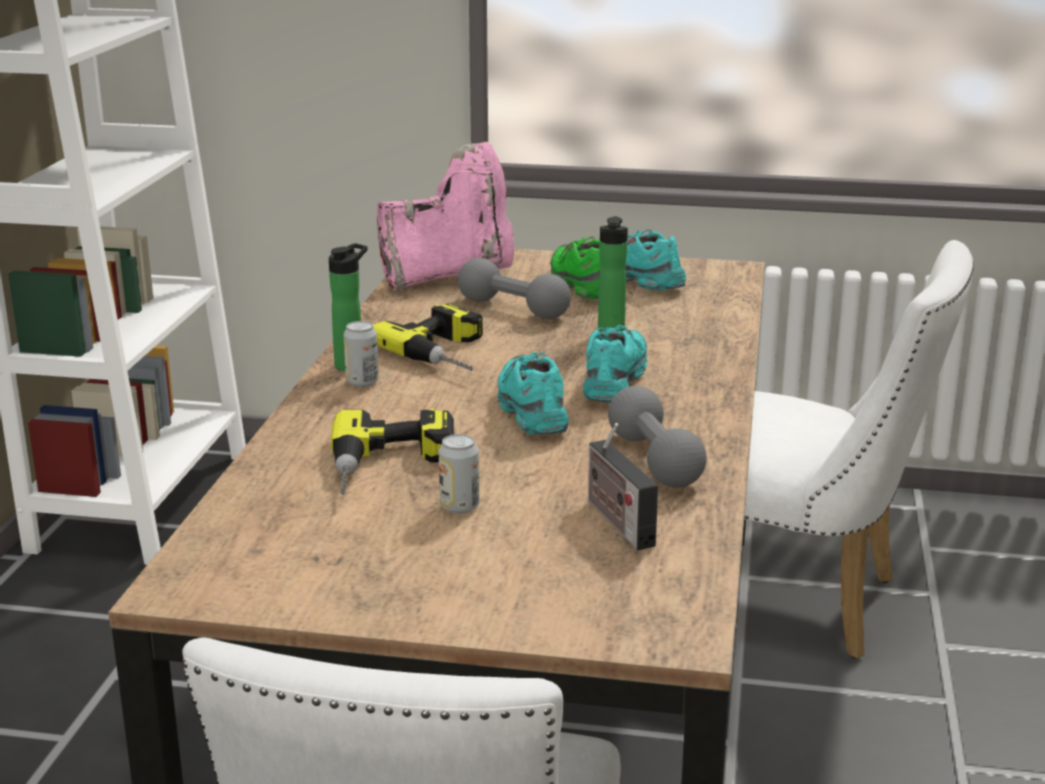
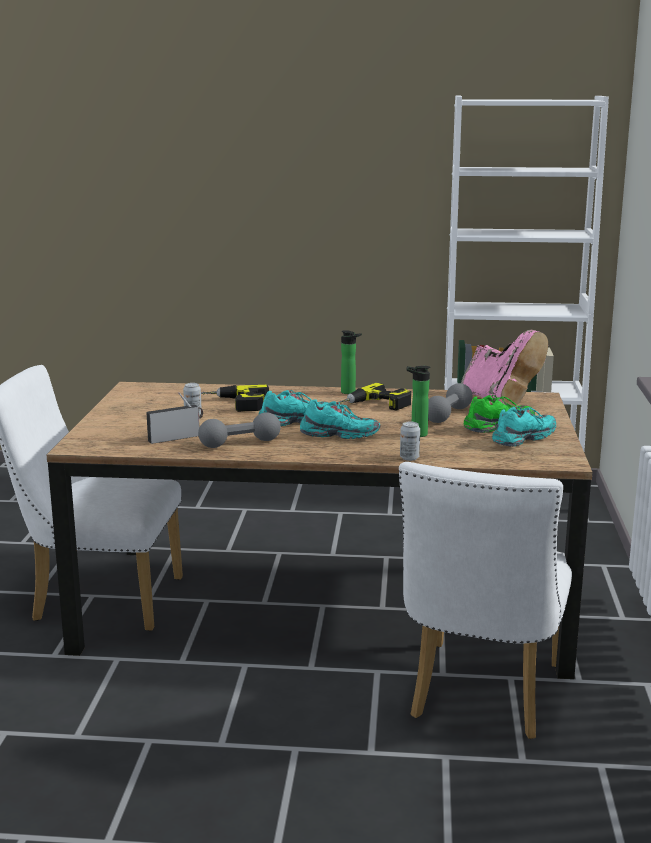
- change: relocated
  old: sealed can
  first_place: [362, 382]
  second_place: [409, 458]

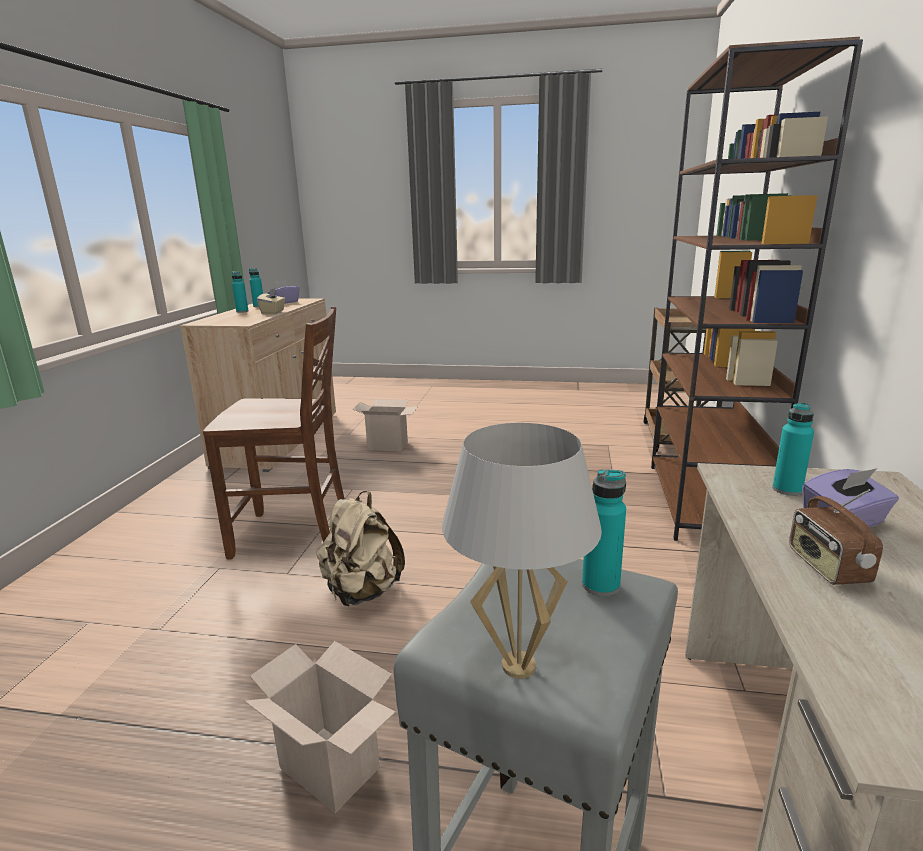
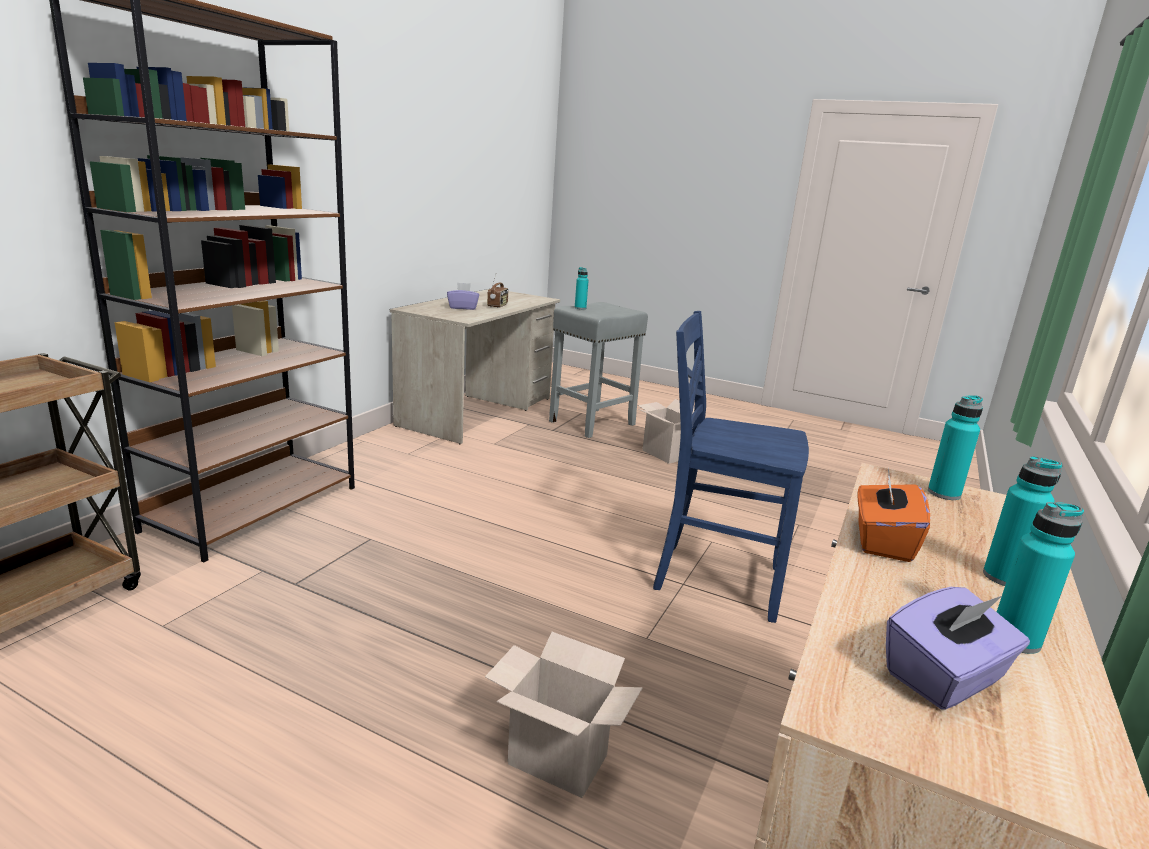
- change: missing
  old: rucksack (beige-coloured)
  first_place: [362, 592]
- change: missing
  old: lamp for a table (whitish)
  first_place: [518, 665]
- change: relocated
  old: drink bottle (turquoise)
  first_place: [787, 490]
  second_place: [943, 493]
- change: colour
  old: chair (brown)
  new: chair (blue)
  first_place: [294, 535]
  second_place: [715, 578]
- change: colour
  old: tissue box (beige-coloured)
  new: tissue box (orange-coloured)
  first_place: [273, 312]
  second_place: [882, 541]

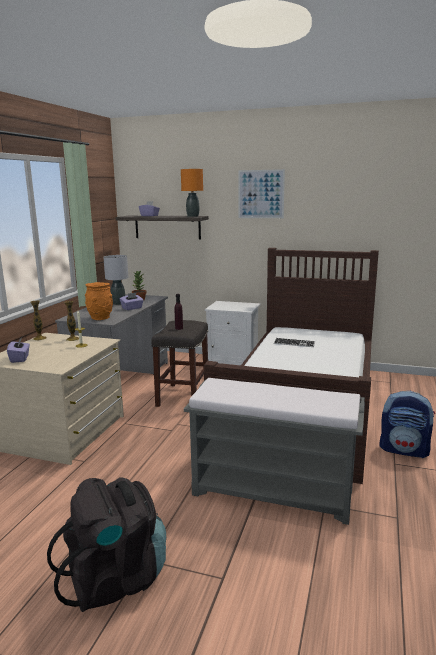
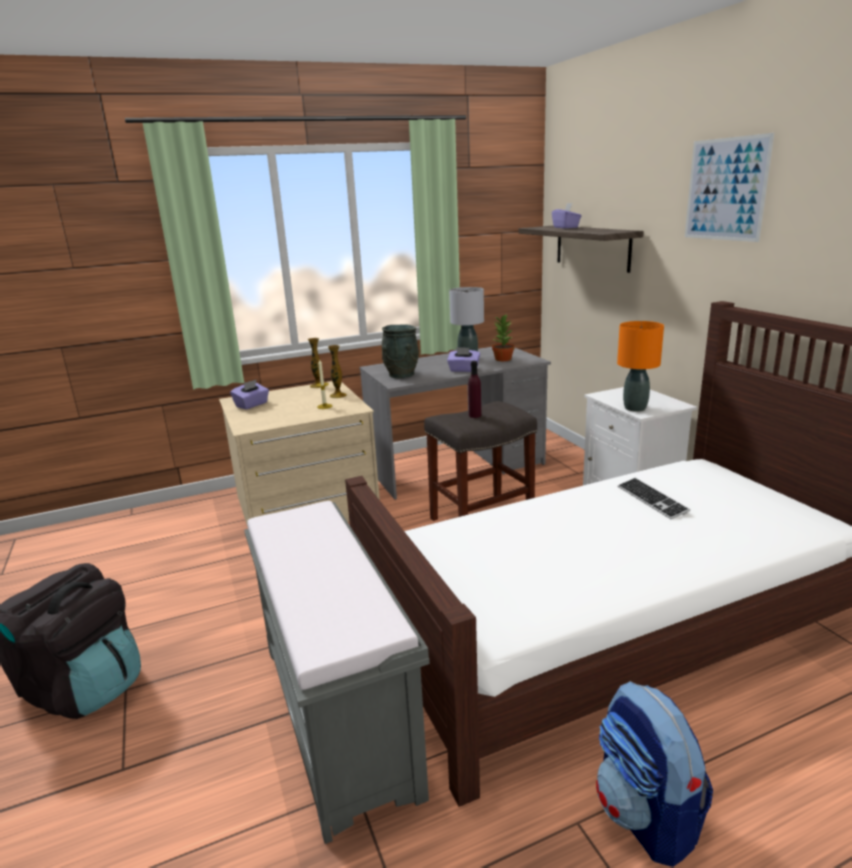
- change: relocated
  old: lamp for a table (orange-coloured)
  first_place: [192, 216]
  second_place: [634, 408]
- change: colour
  old: decorative vase (orange-coloured)
  new: decorative vase (grey)
  first_place: [100, 317]
  second_place: [401, 375]

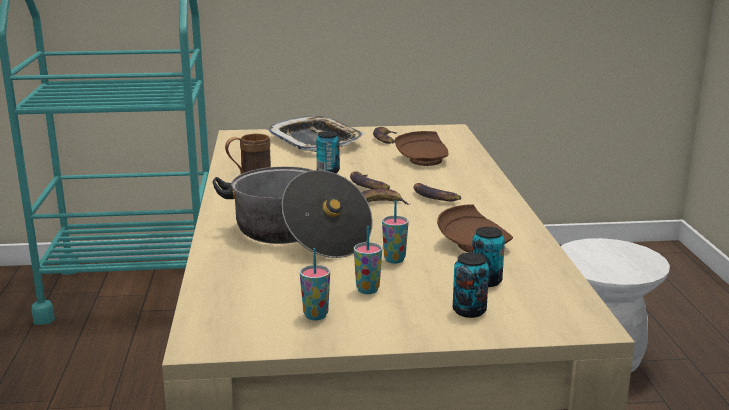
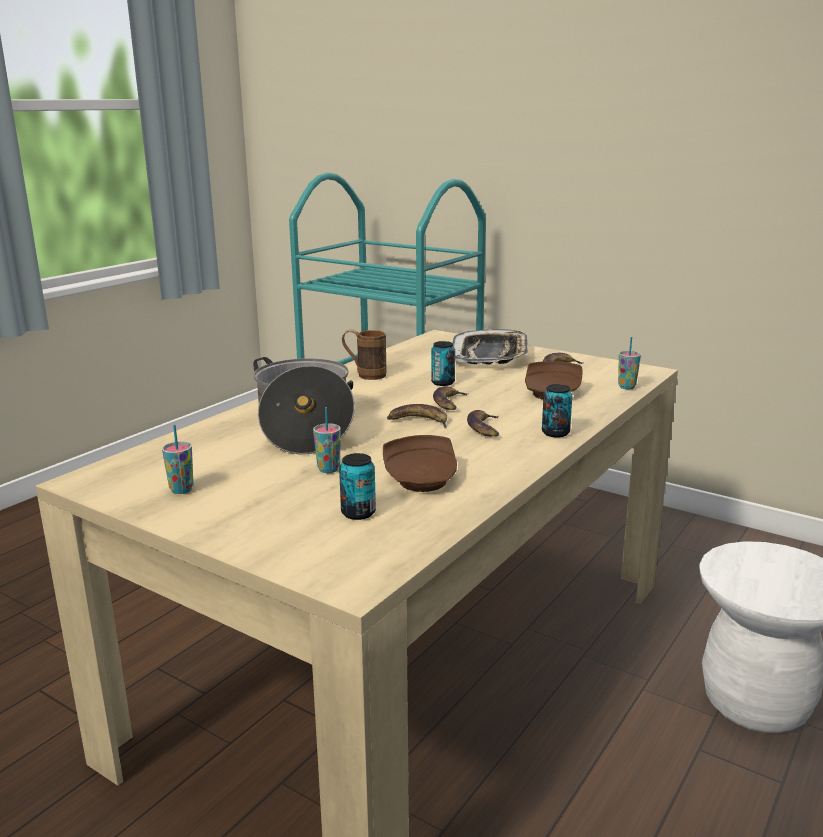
- change: relocated
  old: small cup
  first_place: [367, 290]
  second_place: [626, 387]
- change: relocated
  old: sealed can
  first_place: [469, 311]
  second_place: [555, 433]

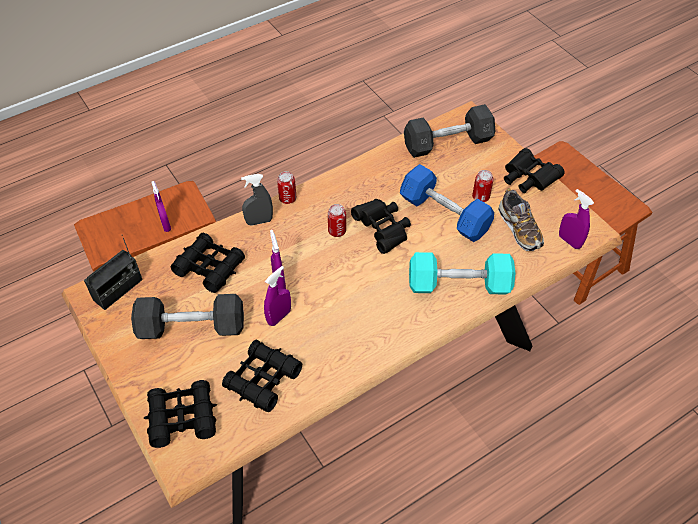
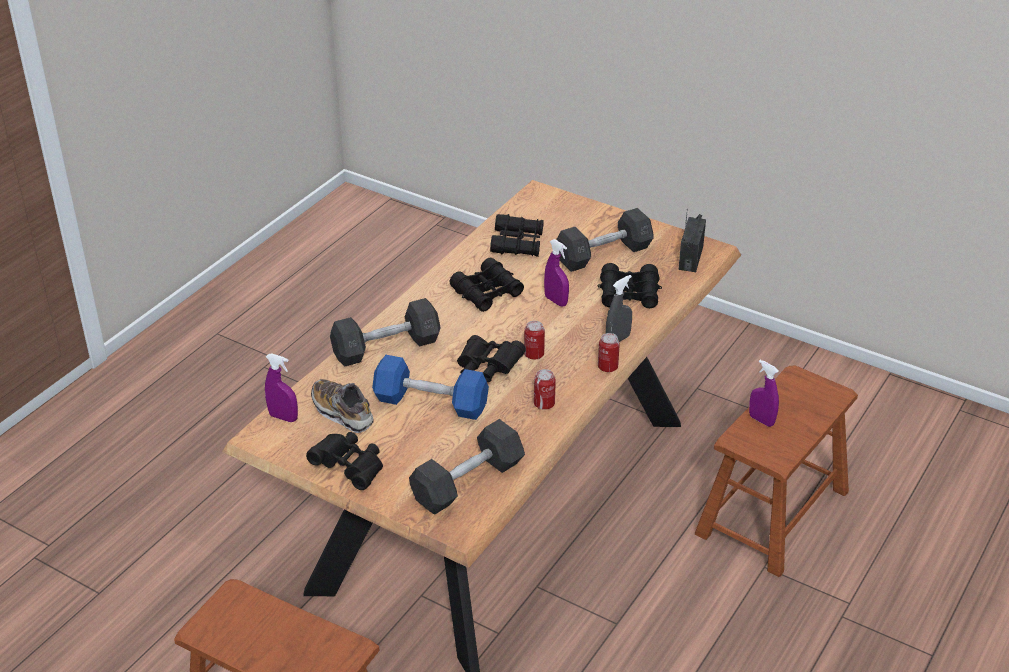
- change: missing
  old: spray bottle (purple-coloured)
  first_place: [279, 317]
- change: relocated
  old: field glasses (black)
  first_place: [182, 417]
  second_place: [487, 292]
- change: relocated
  old: sealed can
  first_place: [480, 197]
  second_place: [544, 404]
- change: colour
  old: free weight (turquoise)
  new: free weight (grey)
  first_place: [459, 284]
  second_place: [386, 347]

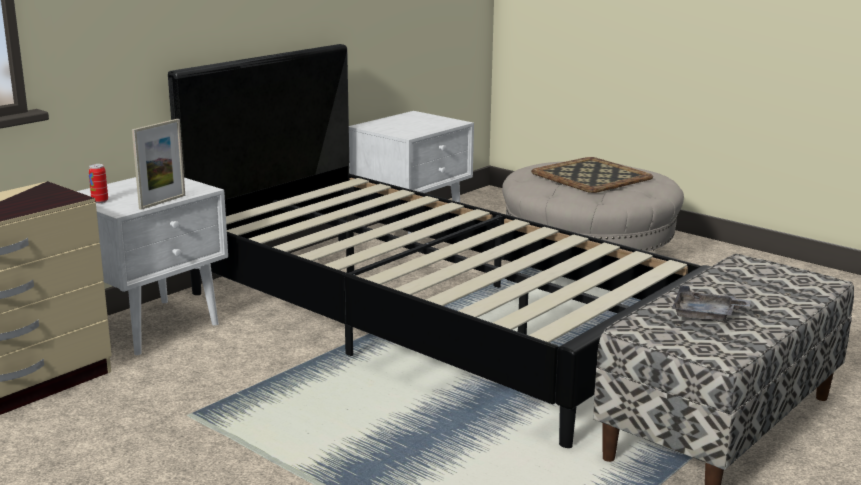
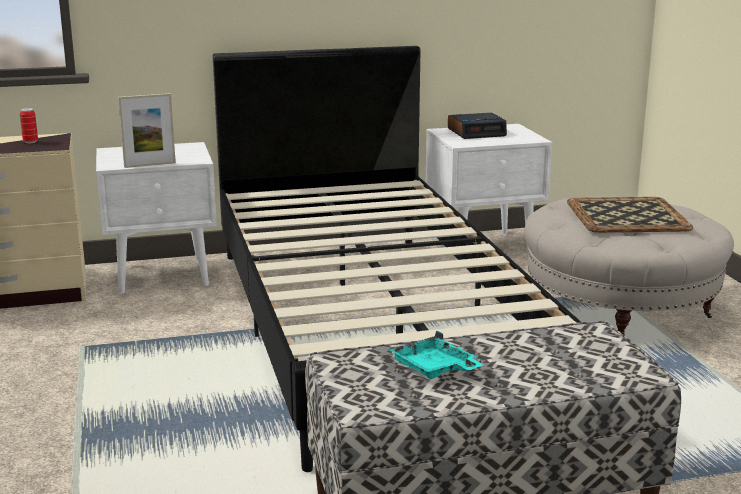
- change: appeared
  new: table clock
  second_place: [477, 132]
- change: relocated
  old: sealed can
  first_place: [100, 201]
  second_place: [30, 142]
- change: colour
  old: tray (grey)
  new: tray (turquoise)
  first_place: [706, 315]
  second_place: [434, 369]

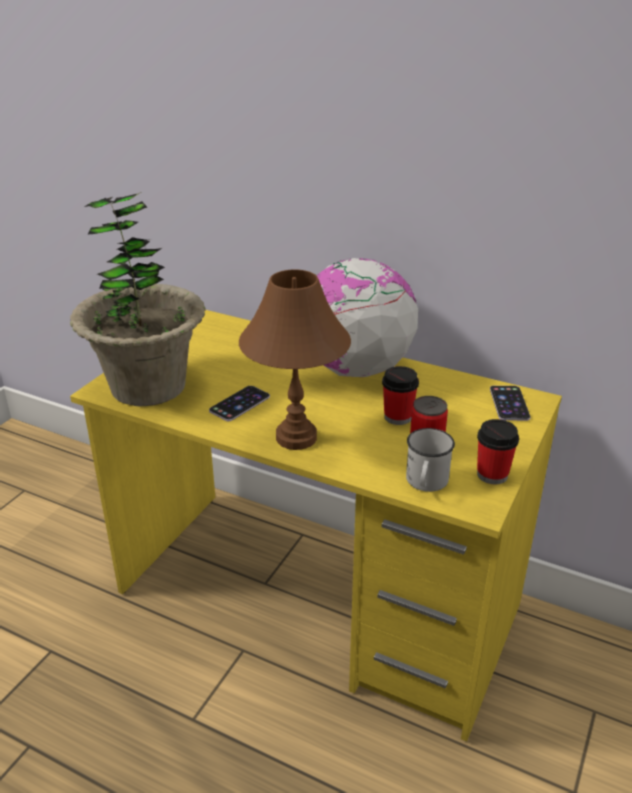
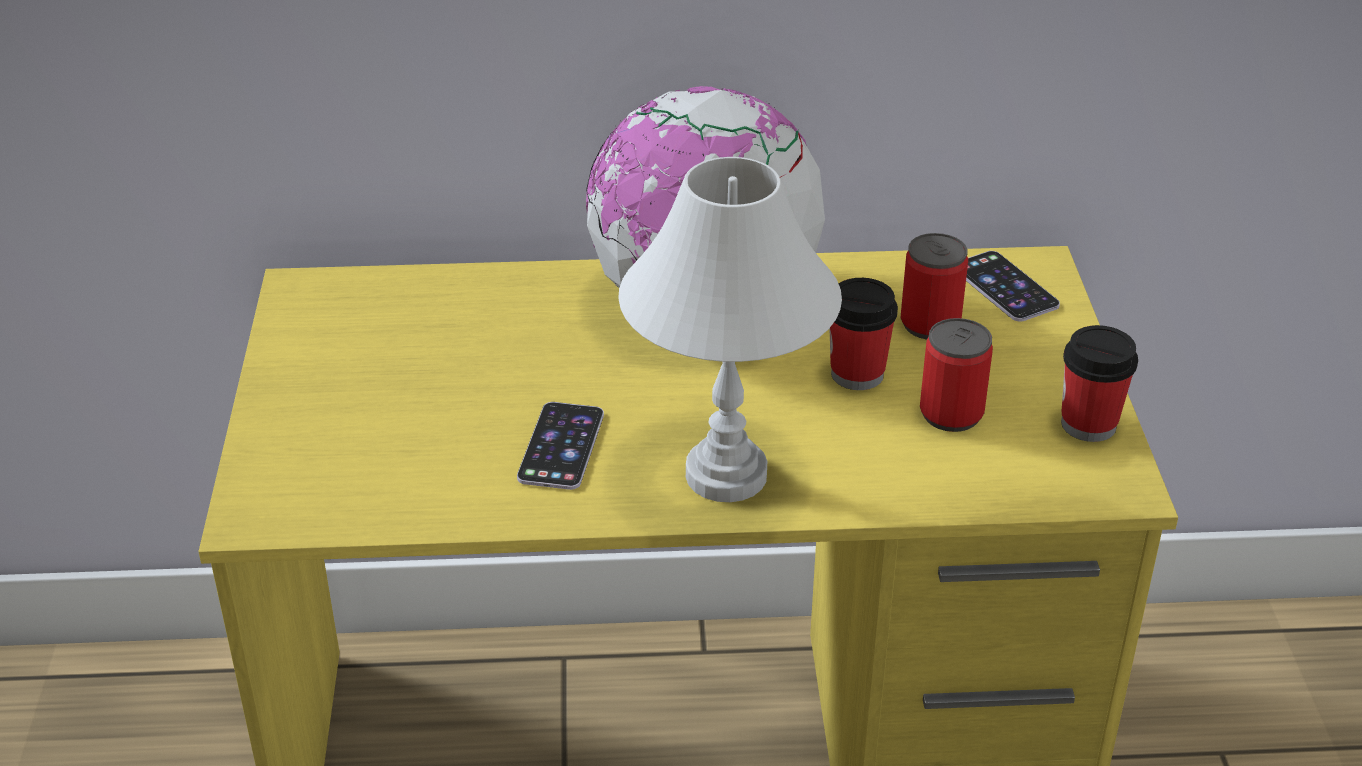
- change: missing
  old: houseplant
  first_place: [148, 386]
- change: missing
  old: coffee mug (whitish)
  first_place: [425, 483]
- change: appeared
  new: sealed can
  second_place: [930, 324]
- change: colour
  old: lamp for a table (brown)
  new: lamp for a table (whitish)
  first_place: [297, 437]
  second_place: [727, 474]

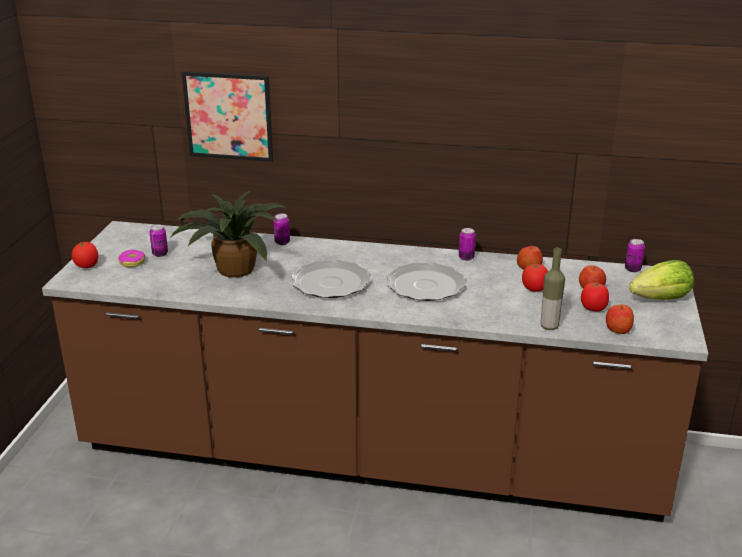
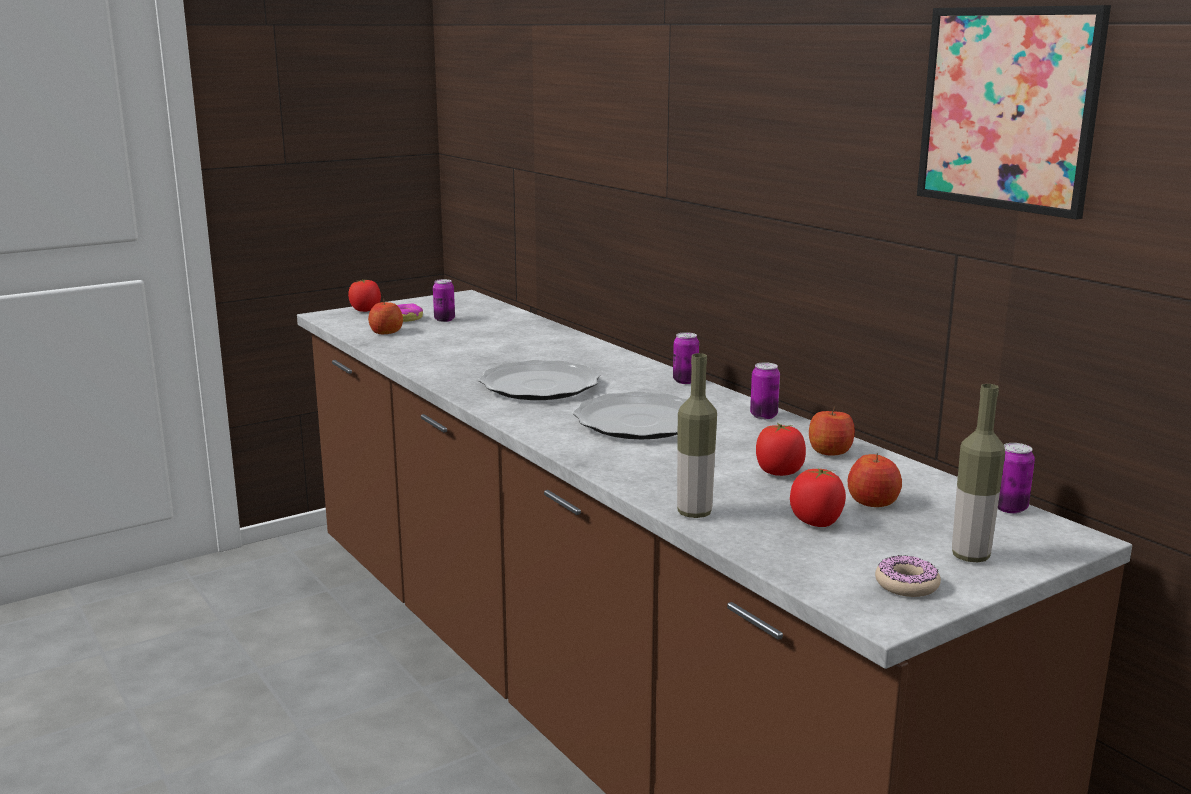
- change: missing
  old: houseplant
  first_place: [232, 269]
- change: appeared
  new: donut
  second_place: [906, 585]
- change: relocated
  old: wall picture
  first_place: [228, 116]
  second_place: [1007, 109]
- change: relocated
  old: sealed can
  first_place: [282, 242]
  second_place: [685, 381]
- change: relocated
  old: whole apple
  first_place: [618, 329]
  second_place: [386, 332]
- change: exchanged
  old: lettuce
  new: drink bottle
  first_place: [661, 299]
  second_place: [970, 556]

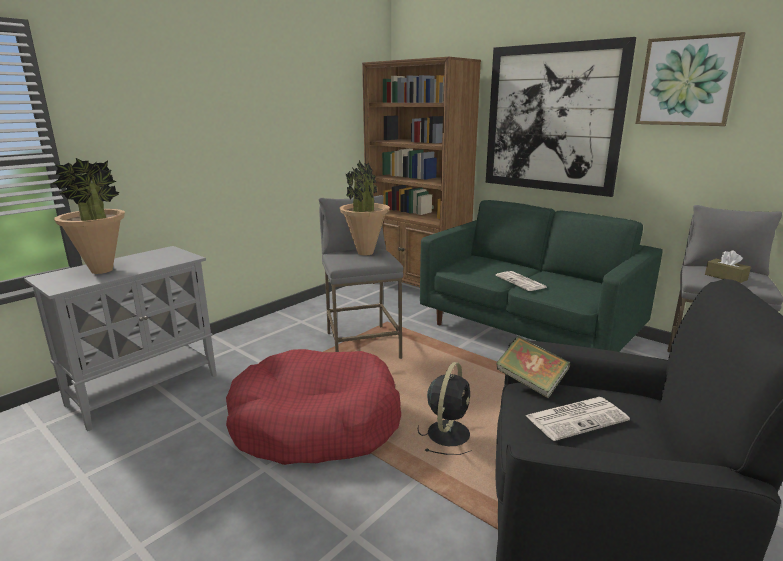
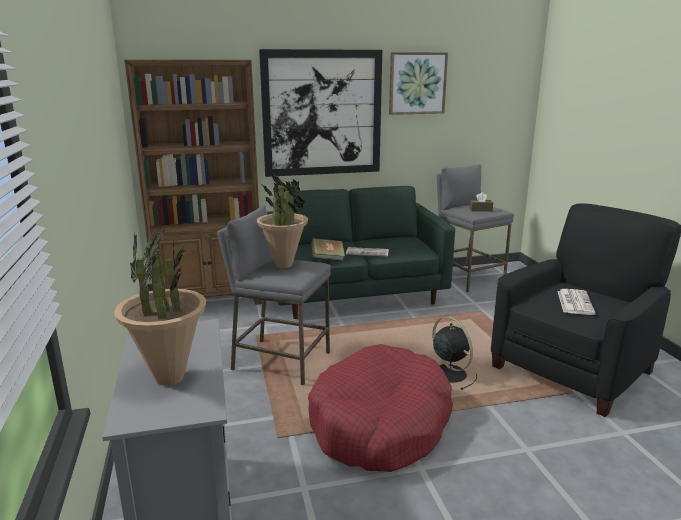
- change: relocated
  old: bound book
  first_place: [530, 383]
  second_place: [328, 259]

